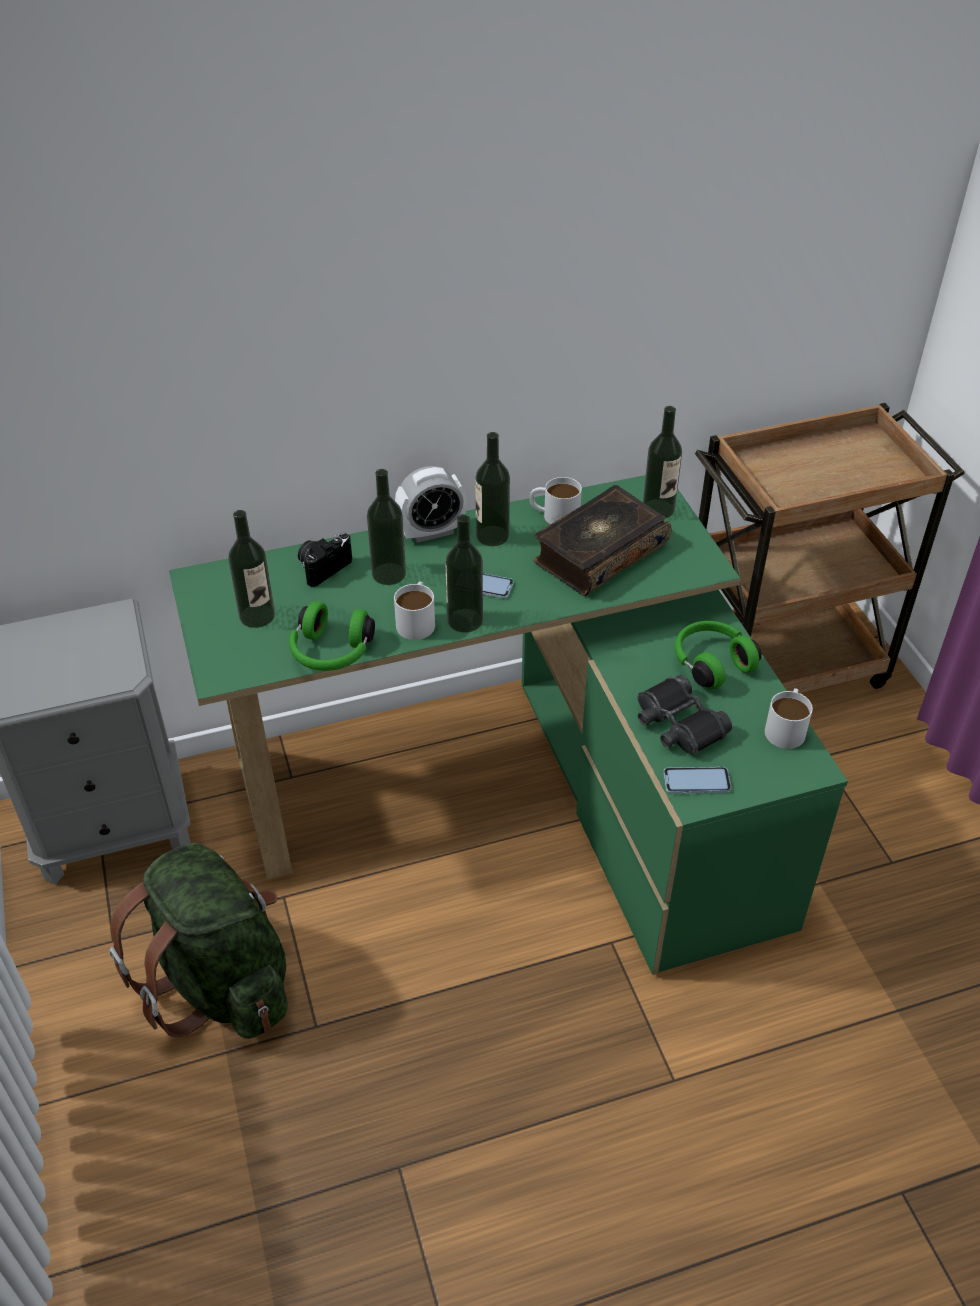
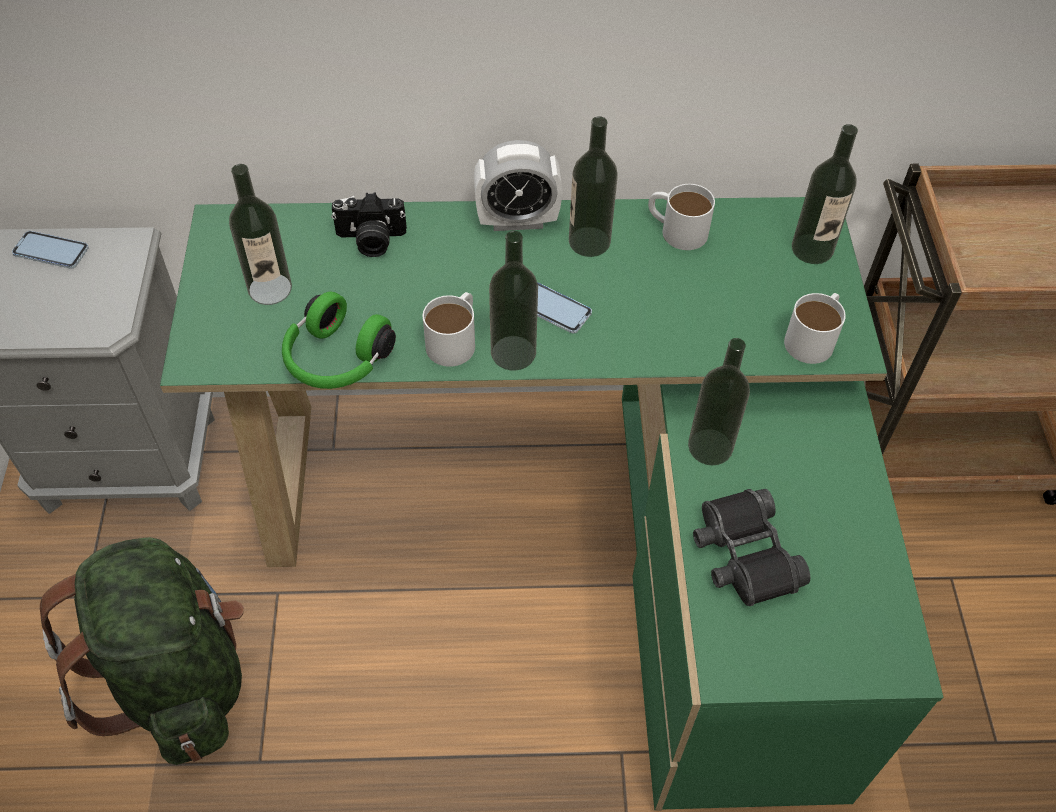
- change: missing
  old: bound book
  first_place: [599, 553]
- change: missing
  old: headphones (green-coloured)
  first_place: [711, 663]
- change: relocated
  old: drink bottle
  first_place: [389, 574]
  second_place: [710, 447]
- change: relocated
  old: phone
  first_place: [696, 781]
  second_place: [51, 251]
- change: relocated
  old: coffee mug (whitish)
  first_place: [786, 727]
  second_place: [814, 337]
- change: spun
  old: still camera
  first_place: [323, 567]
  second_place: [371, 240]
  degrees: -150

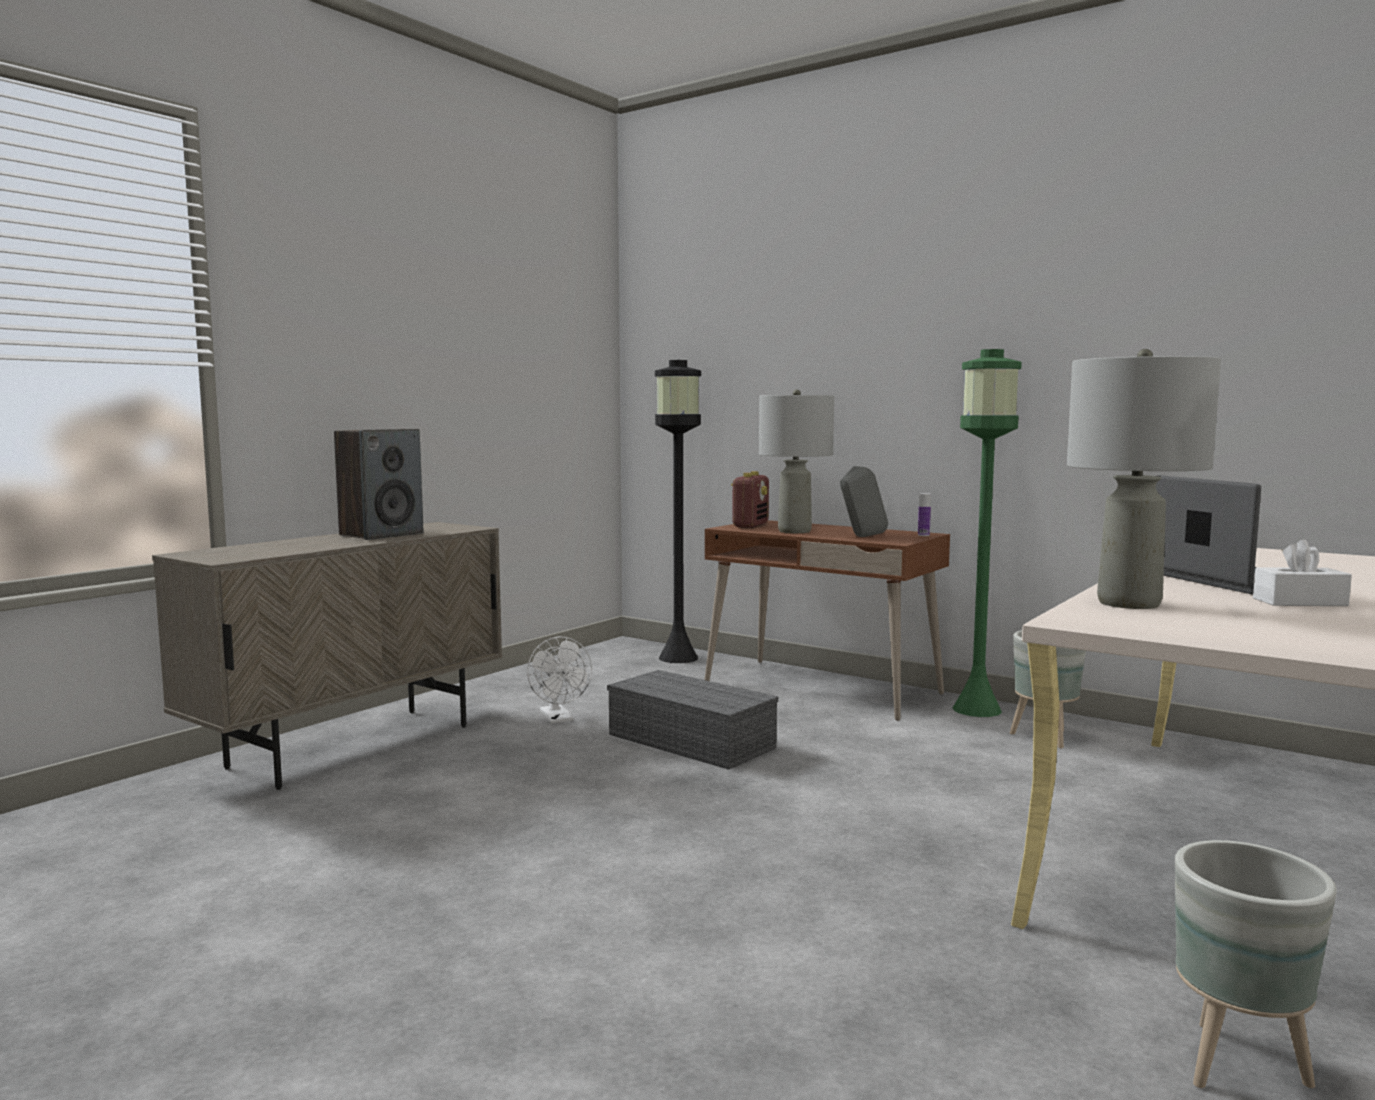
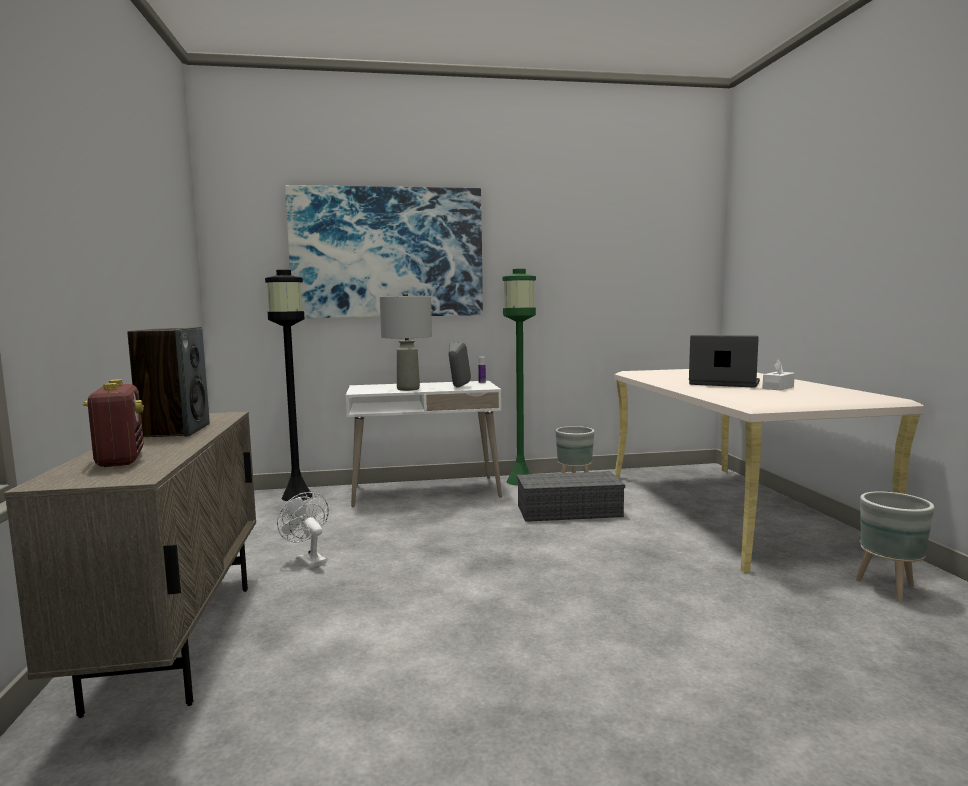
- change: missing
  old: lamp for a table (grey)
  first_place: [1128, 603]
- change: appeared
  new: wall picture
  second_place: [387, 253]
- change: relocated
  old: storage container (grey)
  first_place: [694, 741]
  second_place: [570, 510]
- change: relocated
  old: radio set
  first_place: [750, 525]
  second_place: [120, 459]
- change: colour
  old: desk table (brown)
  new: desk table (whitish)
  first_place: [822, 688]
  second_place: [425, 491]
- change: spun
  old: cooling fan (whitish)
  first_place: [559, 719]
  second_place: [308, 560]
  degrees: -150

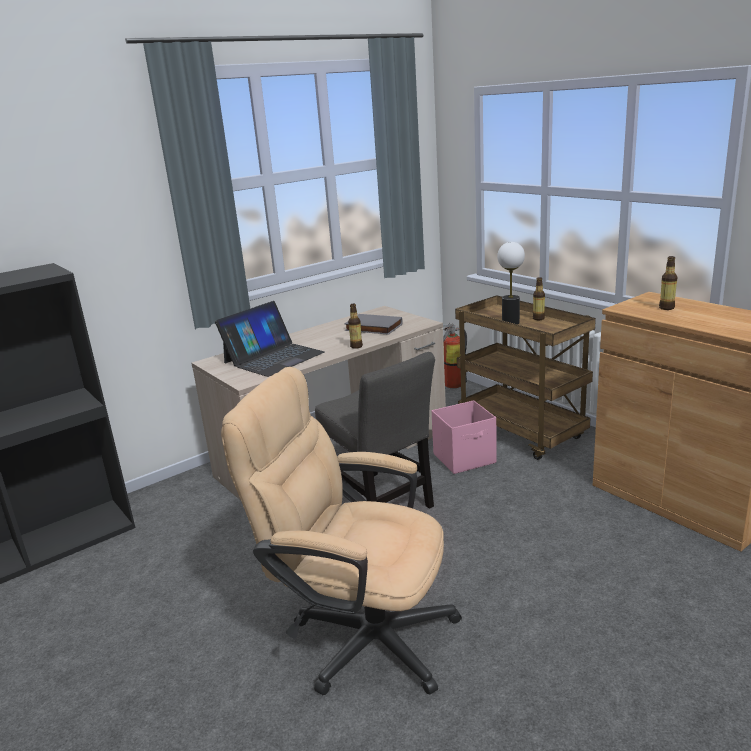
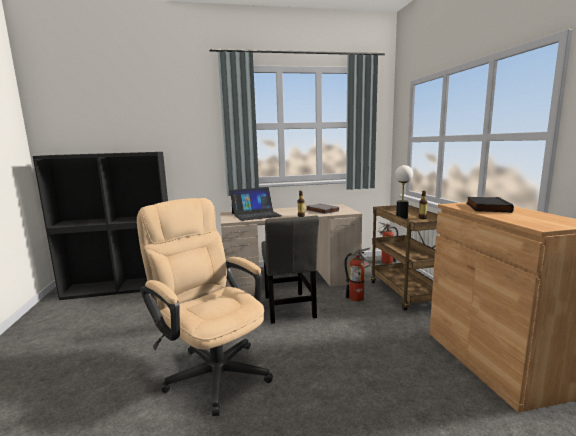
- change: exchanged
  old: storage container (pinkish)
  new: fire-fighting cylinder
  first_place: [465, 458]
  second_place: [358, 299]
- change: exchanged
  old: drink bottle
  new: bound book (black)
  first_place: [666, 308]
  second_place: [486, 207]

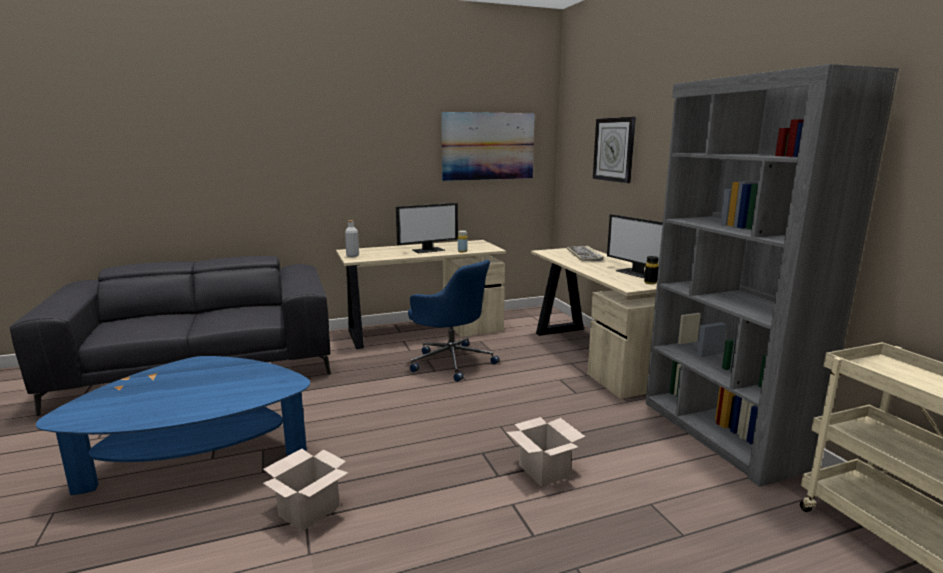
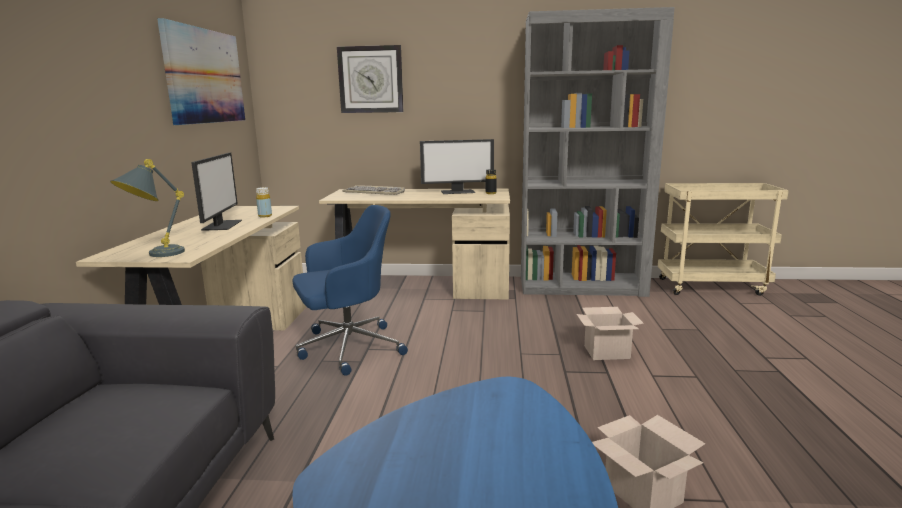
- change: exchanged
  old: drink bottle (grey)
  new: lamp for a table (grey)
  first_place: [352, 256]
  second_place: [155, 255]

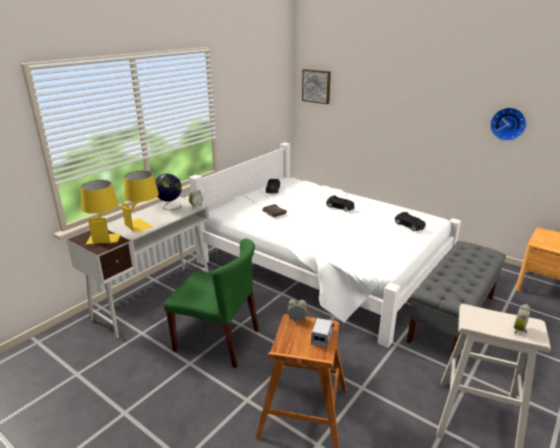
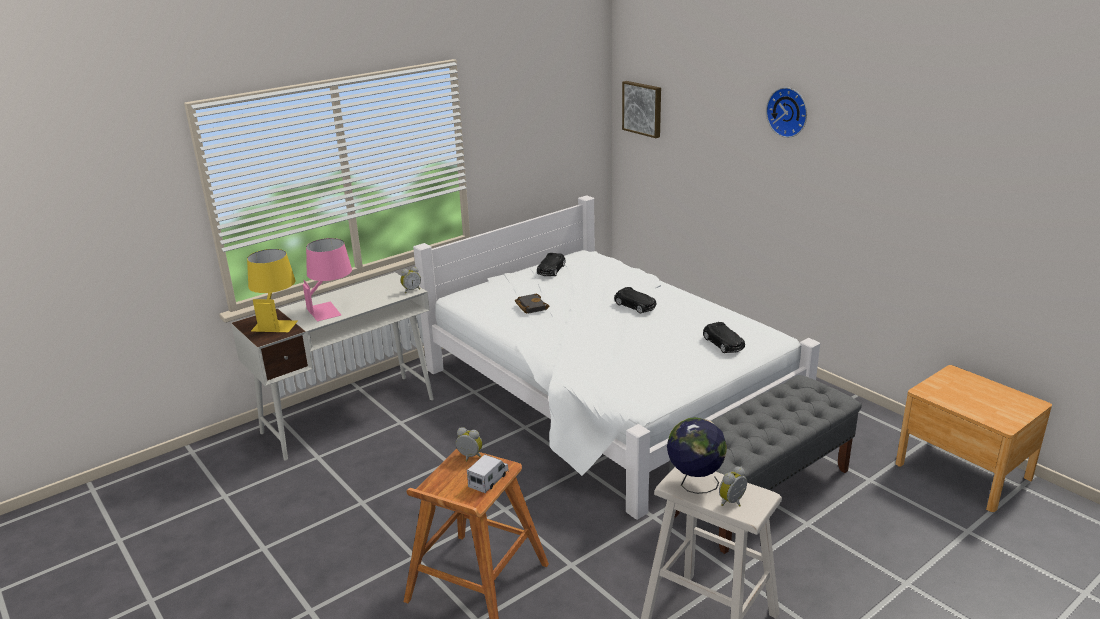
- change: missing
  old: chair (green-coloured)
  first_place: [218, 340]
- change: relocated
  old: globe
  first_place: [169, 207]
  second_place: [694, 484]
- change: relocated
  old: clock on the wall
  first_place: [508, 123]
  second_place: [788, 111]
- change: colour
  old: lamp for a table (yellowish)
  new: lamp for a table (pinkish)
  first_place: [143, 223]
  second_place: [332, 309]

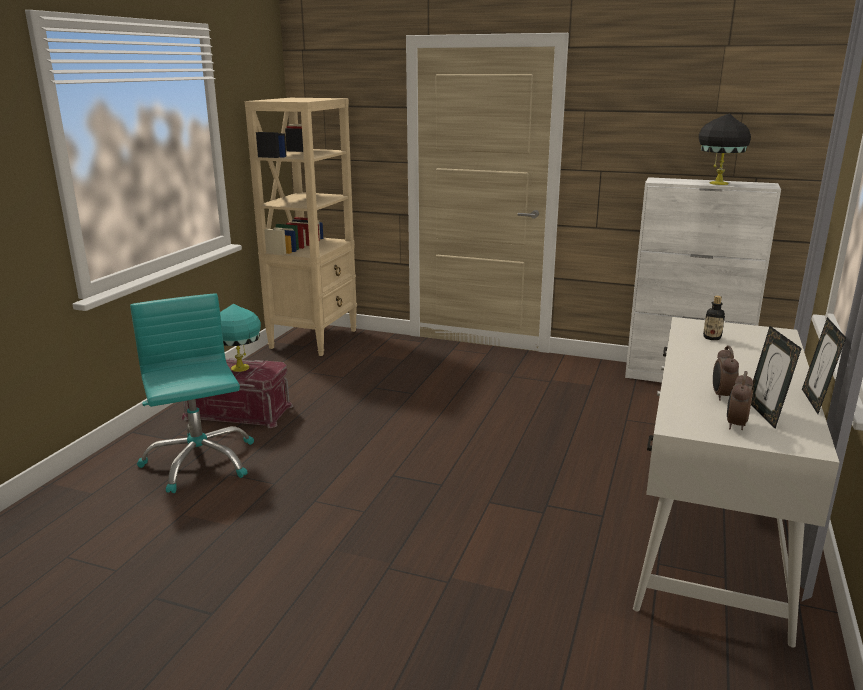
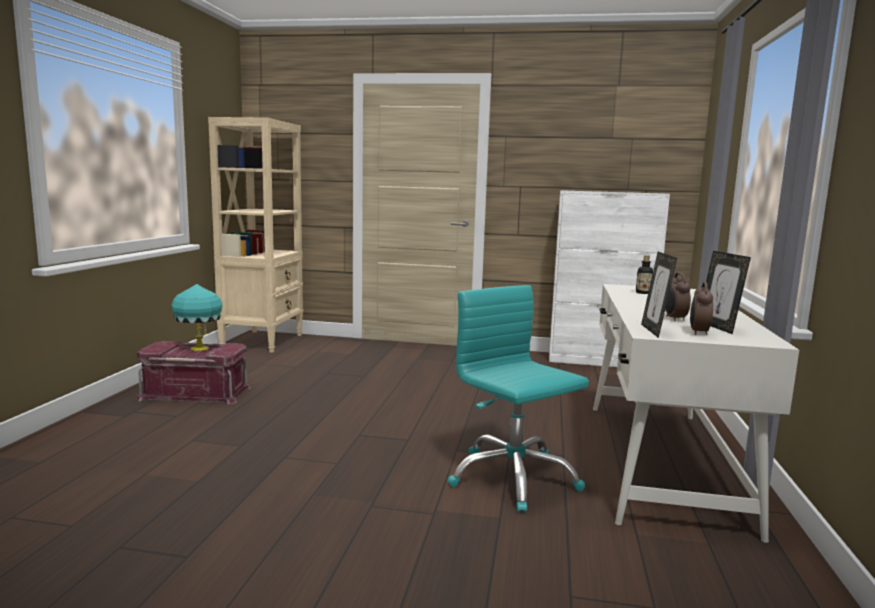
- change: missing
  old: lamp for a table (black)
  first_place: [717, 183]
- change: relocated
  old: desk chair (turquoise)
  first_place: [199, 462]
  second_place: [512, 478]
- change: relocated
  old: standing frame
  first_place: [815, 401]
  second_place: [654, 331]

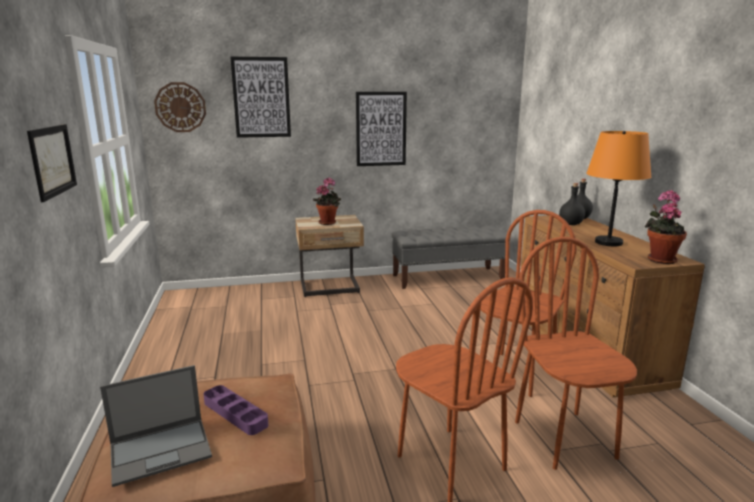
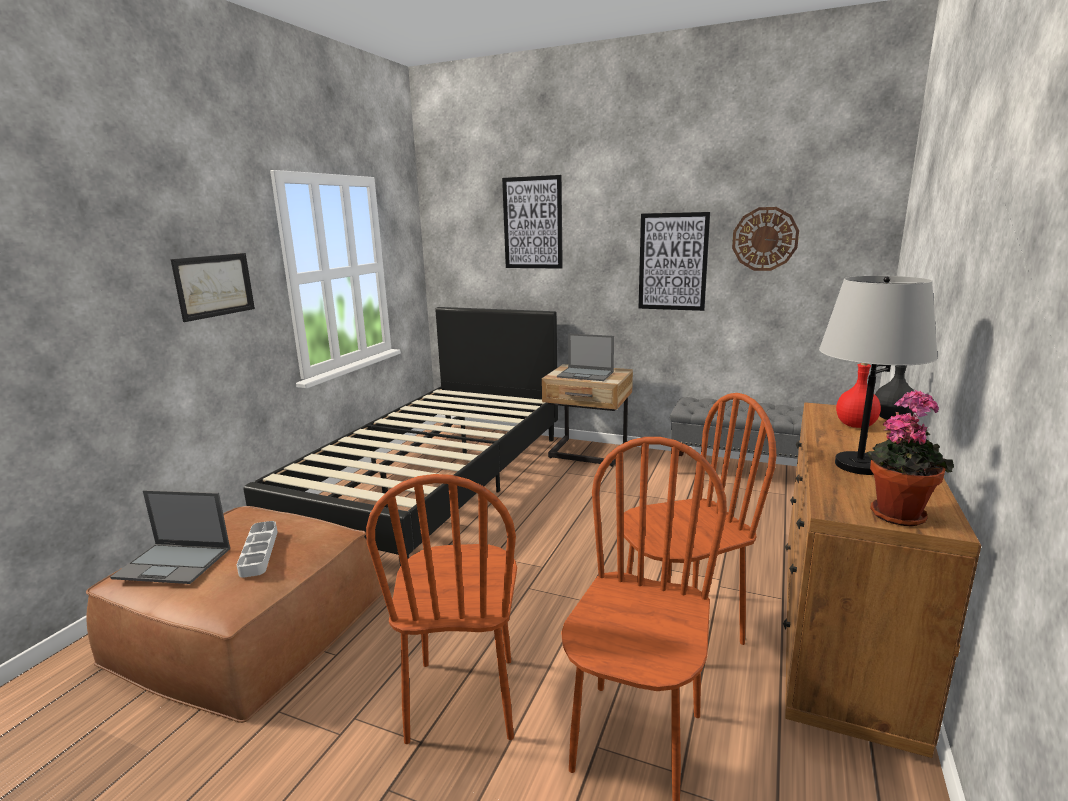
- change: appeared
  new: sleeping bed (black)
  second_place: [434, 483]
- change: relocated
  old: clock on the wall
  first_place: [180, 107]
  second_place: [764, 239]
- change: exchanged
  old: houseplant
  new: laptop
  first_place: [328, 222]
  second_place: [586, 374]
- change: colour
  old: tray (purple-coloured)
  new: tray (grey)
  first_place: [235, 413]
  second_place: [259, 552]
- change: colour
  old: drink bottle (black)
  new: drink bottle (reddish)
  first_place: [571, 224]
  second_place: [855, 425]
- change: colour
  old: lamp for a table (orange-coloured)
  new: lamp for a table (grey)
  first_place: [609, 242]
  second_place: [859, 466]

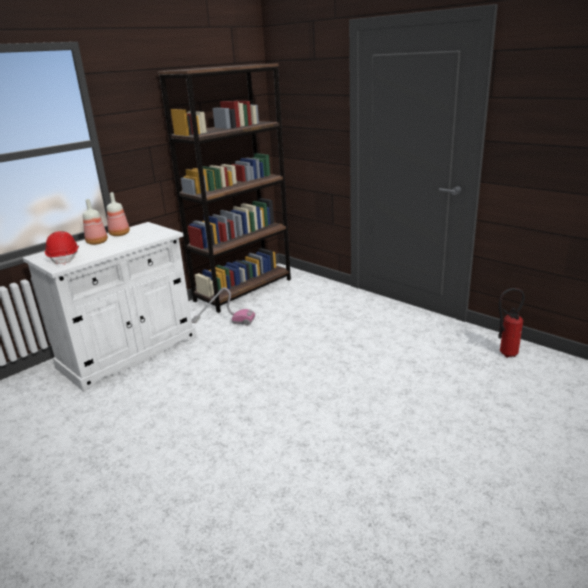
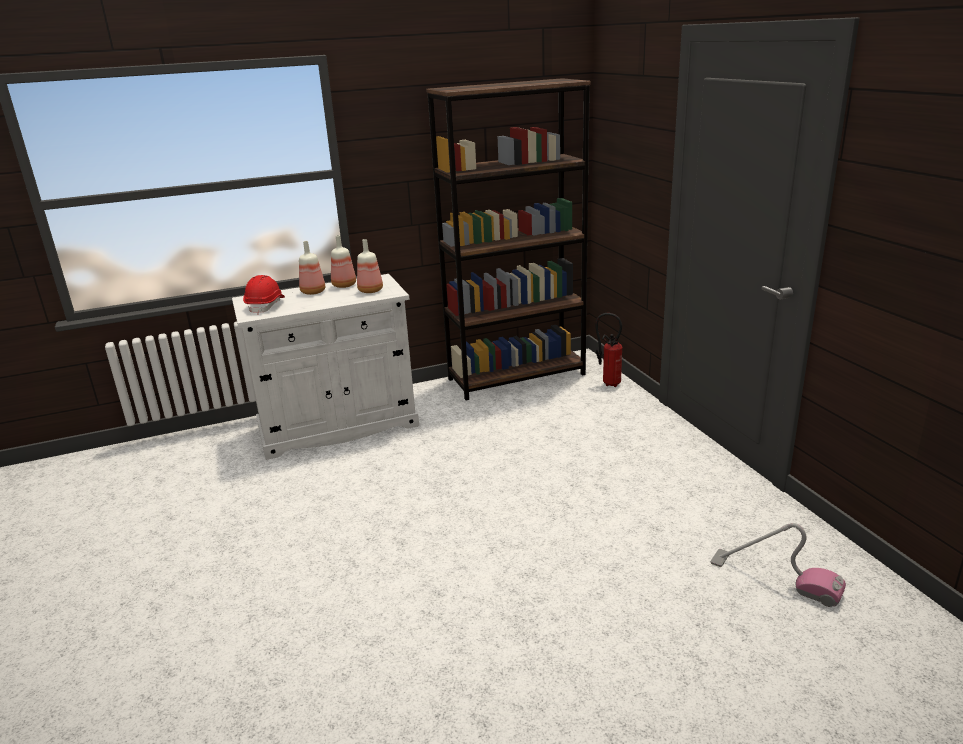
- change: appeared
  new: drink bottle
  second_place: [370, 290]
- change: relocated
  old: vacuum cleaner
  first_place: [222, 321]
  second_place: [775, 578]
- change: relocated
  old: fire-fighting cylinder
  first_place: [505, 354]
  second_place: [608, 383]

